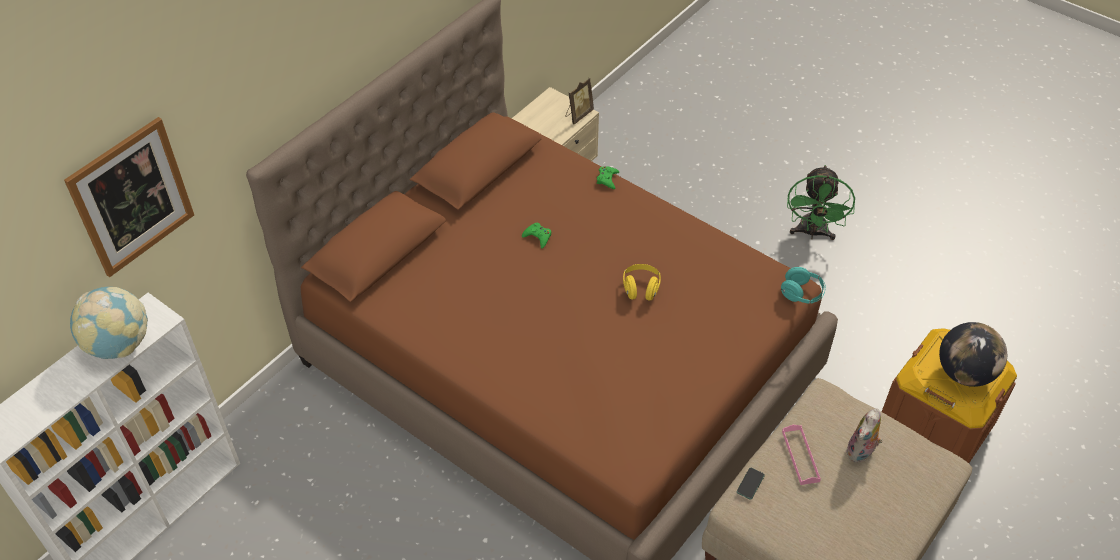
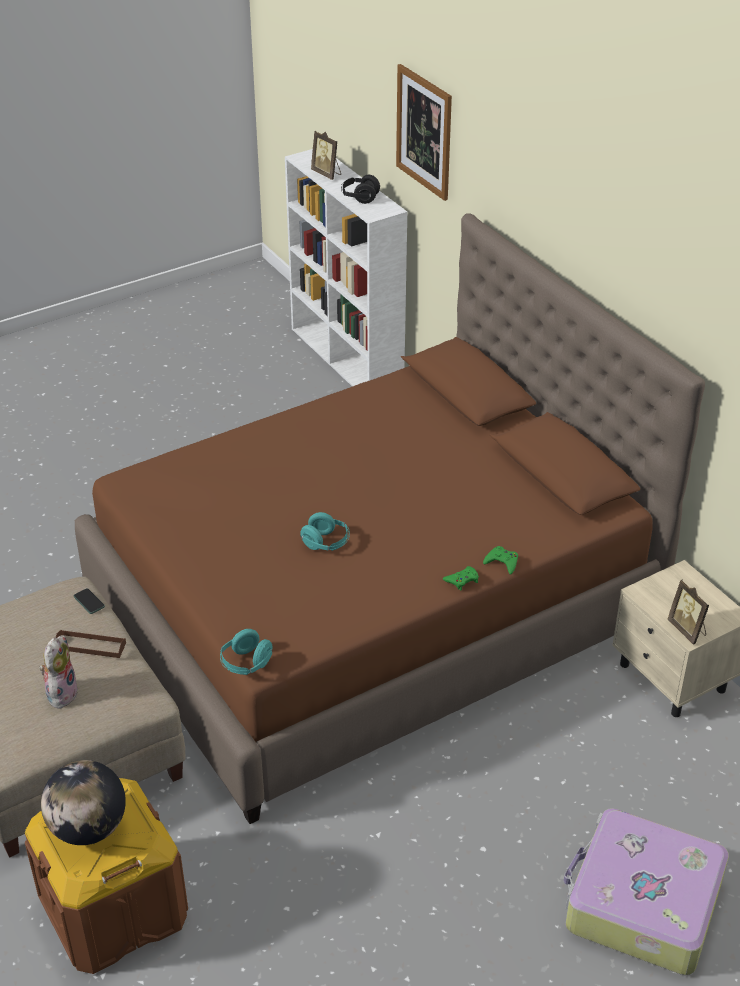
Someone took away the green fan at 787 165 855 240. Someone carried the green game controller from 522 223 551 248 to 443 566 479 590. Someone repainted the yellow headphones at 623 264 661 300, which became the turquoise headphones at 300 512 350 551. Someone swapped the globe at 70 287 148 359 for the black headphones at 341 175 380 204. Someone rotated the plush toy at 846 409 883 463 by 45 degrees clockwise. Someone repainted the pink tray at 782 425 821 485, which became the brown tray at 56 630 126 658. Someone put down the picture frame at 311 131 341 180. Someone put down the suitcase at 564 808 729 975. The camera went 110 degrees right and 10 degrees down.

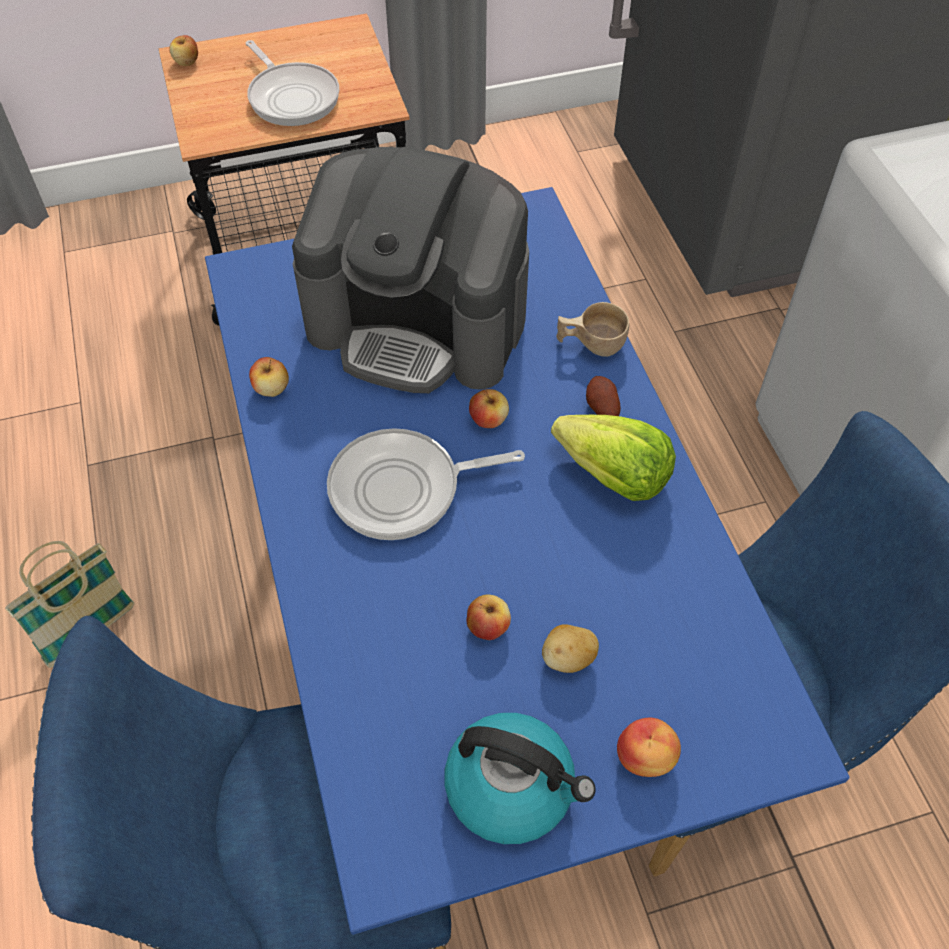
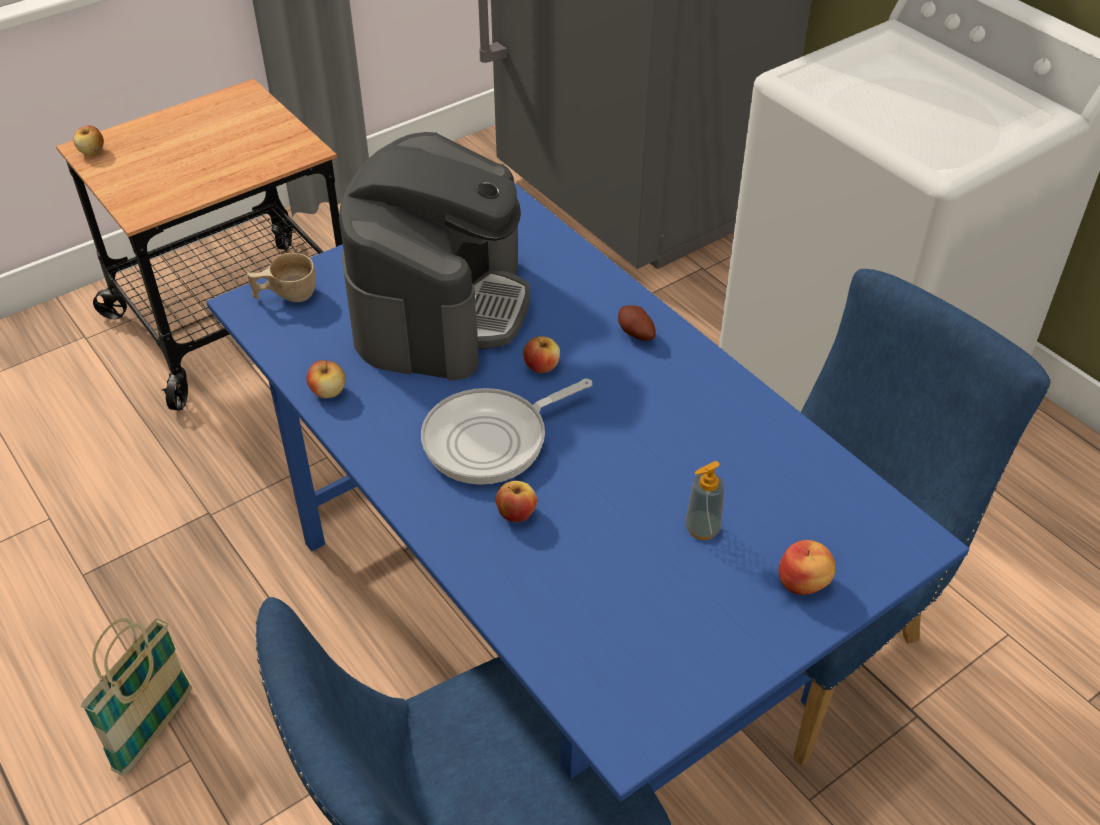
Someone took away the frying pan at 246 40 340 126. Someone rotated the coffee machine at 292 147 529 393 by 75 degrees counterclockwise. Someone carried the beige cup from 556 302 629 357 to 247 253 316 302. Someone took away the lettuce at 551 415 676 501. Someone carried the apple from 467 595 511 640 to 496 481 537 522. Someone swapped the potato at 542 624 599 673 for the soap dispenser at 685 461 724 540. Someone took away the kettle at 445 713 595 844. The camera went 20 degrees left and 10 degrees down.

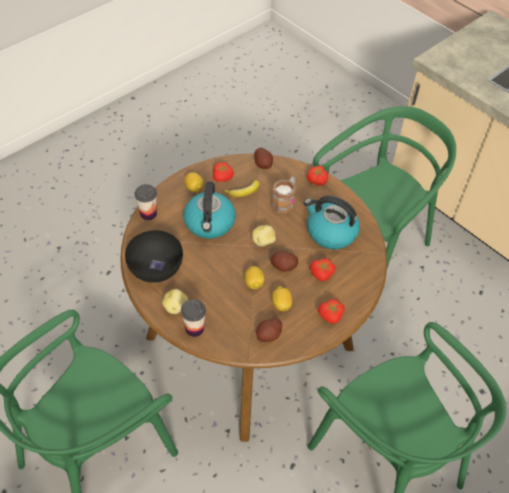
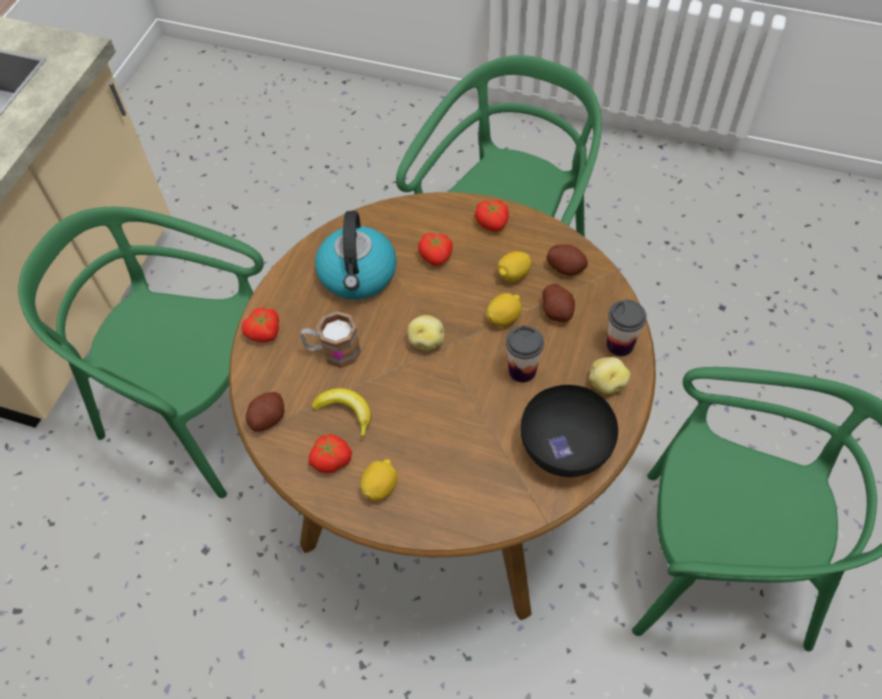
Someone took away the kettle at 183 182 236 239. Someone carried the cup from 134 184 157 220 to 506 326 544 382. Someone carried the potato from 270 251 298 271 to 542 284 575 322. The camera went 115 degrees left and 5 degrees up.

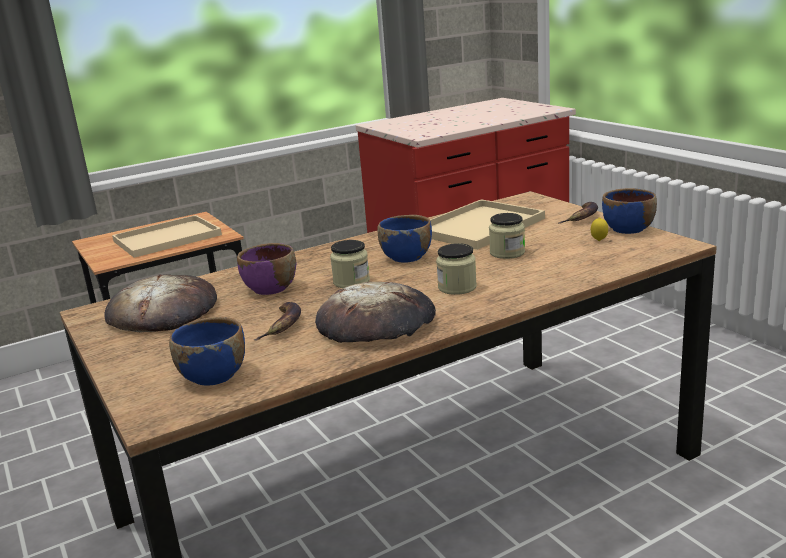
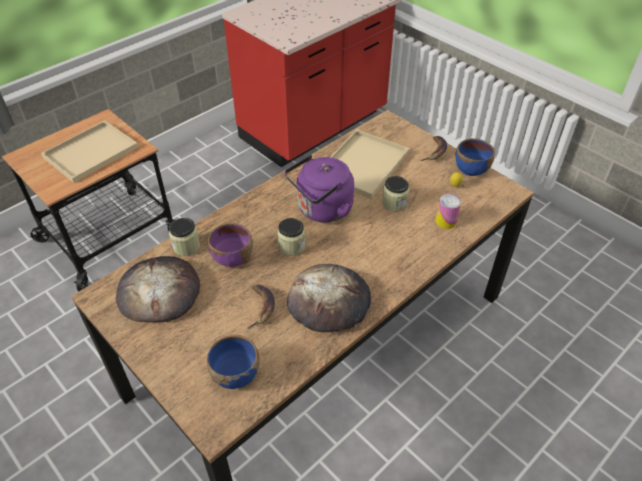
Someone swapped the blue bowl at 377 215 432 263 for the purple kettle at 285 155 354 223. Someone carried the jar from 436 243 477 295 to 169 218 200 256. Someone put down the can at 436 194 461 229. The camera went 15 degrees left and 25 degrees up.

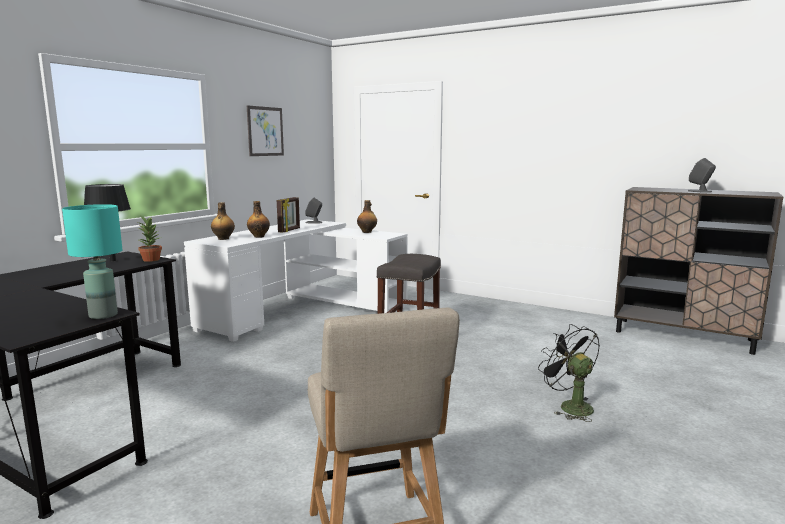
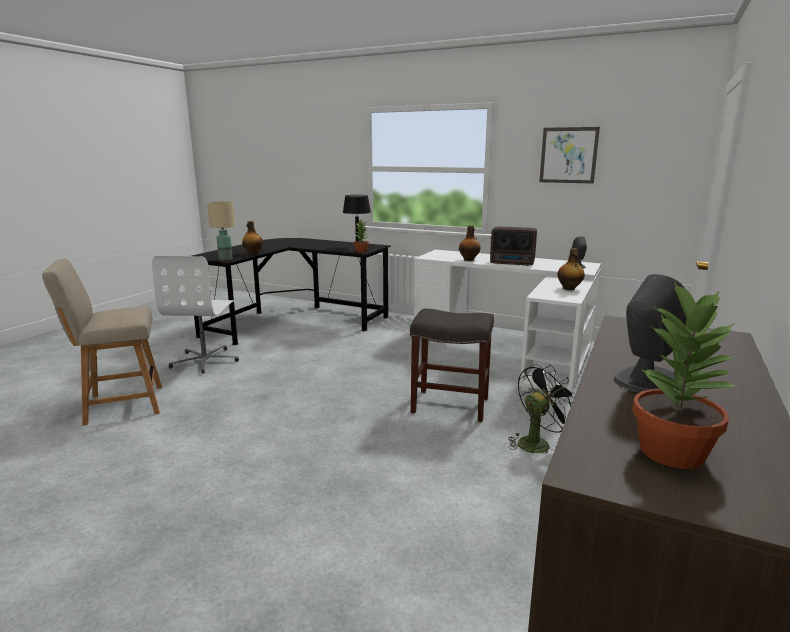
Someone swapped the picture frame at 277 197 300 233 for the radio at 490 227 537 266. Someone carried the bottle from 211 203 235 240 to 242 221 263 254. Someone repainted the turquoise table lamp at 62 204 122 319, which became the beige table lamp at 207 201 235 261. Someone carried the black fan from 538 324 600 422 to 508 364 574 453. Someone put down the white office chair at 152 256 239 374. Someone put down the potted plant at 632 281 739 469. The camera went 85 degrees right and 5 degrees up.

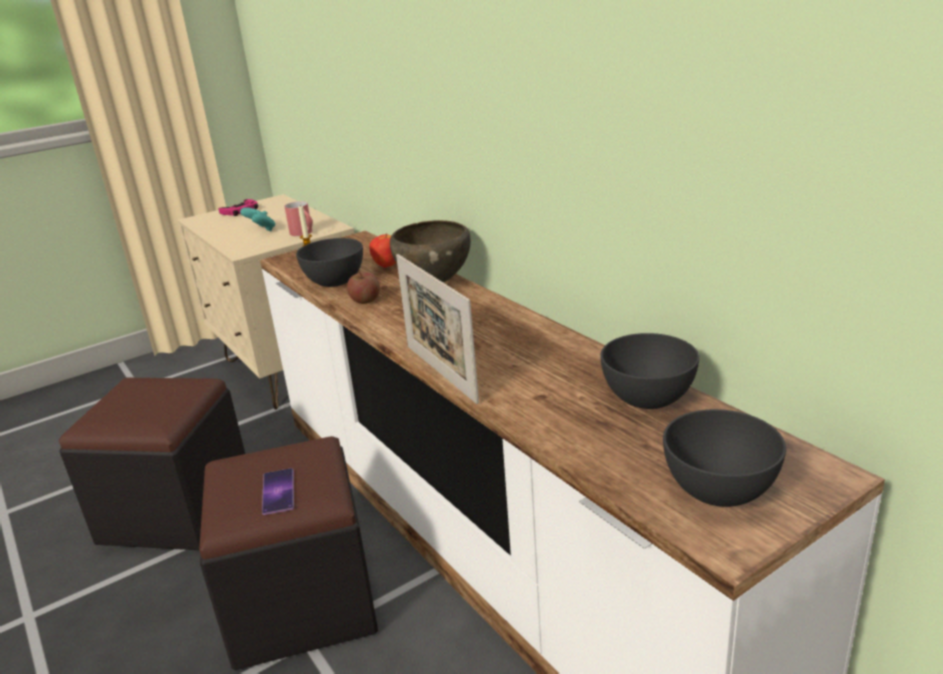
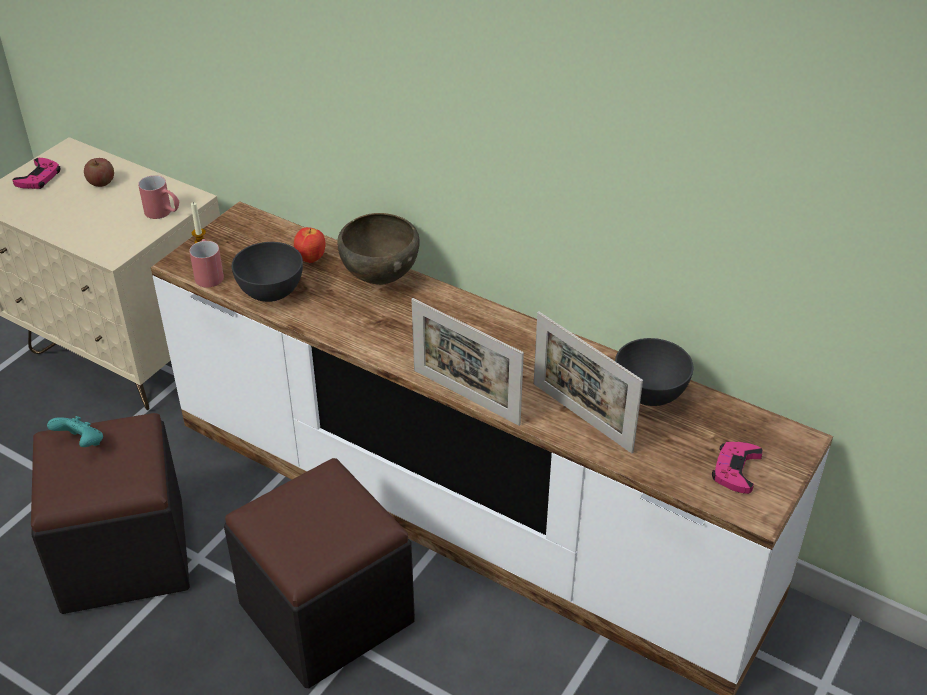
Someone carried the turquoise game controller from 240 207 276 231 to 47 416 103 447. Someone carried the apple from 347 272 380 304 to 84 158 114 187. Someone swapped the grey bowl at 663 409 786 507 for the pink game controller at 712 442 763 494. Someone took away the phone at 262 468 294 515. Someone put down the red mug at 189 239 224 287. Someone put down the picture frame at 534 311 643 453. The camera went 25 degrees left and 15 degrees up.

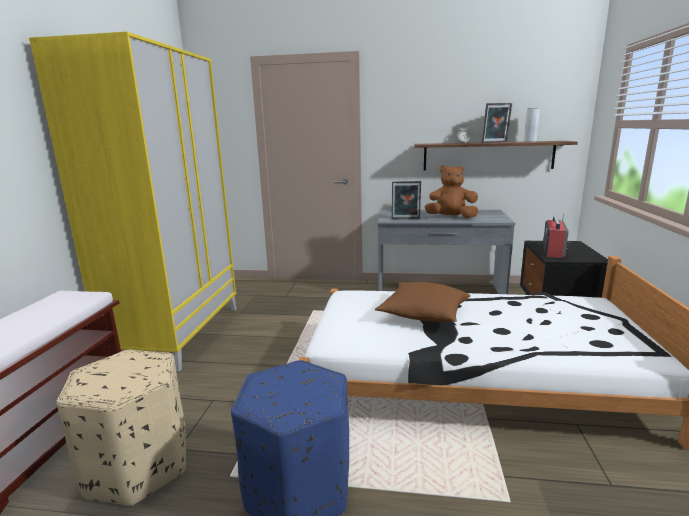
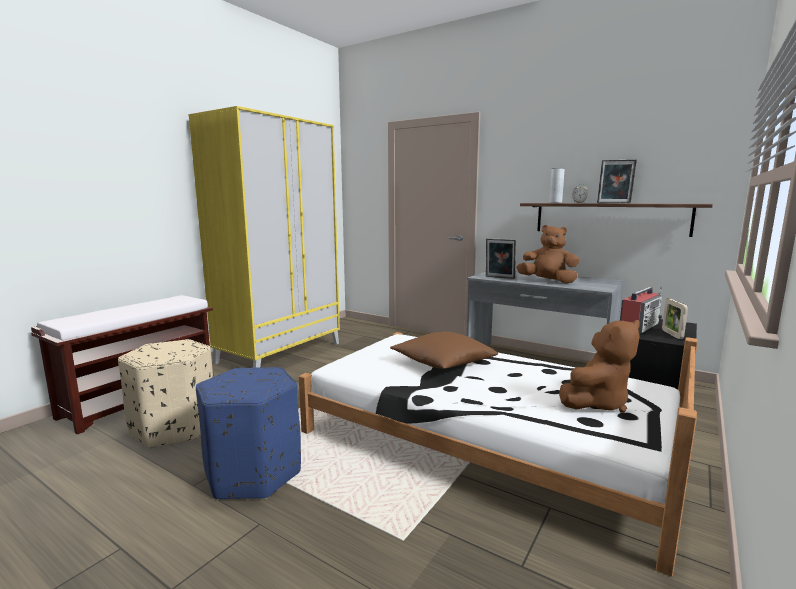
Someone carried the grey vase from 524 108 540 142 to 549 168 565 203. Someone put down the picture frame at 662 299 688 339. Someone put down the brown plush toy at 559 320 640 413. The camera went 25 degrees right and 5 degrees down.

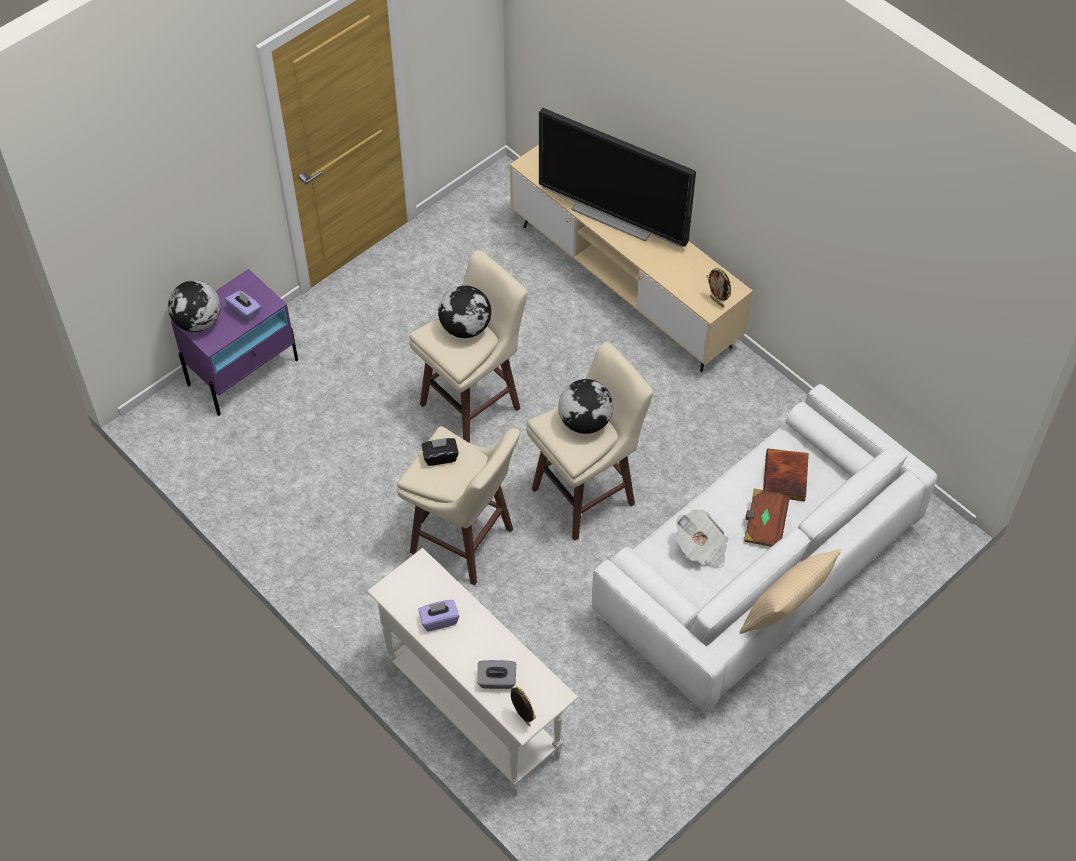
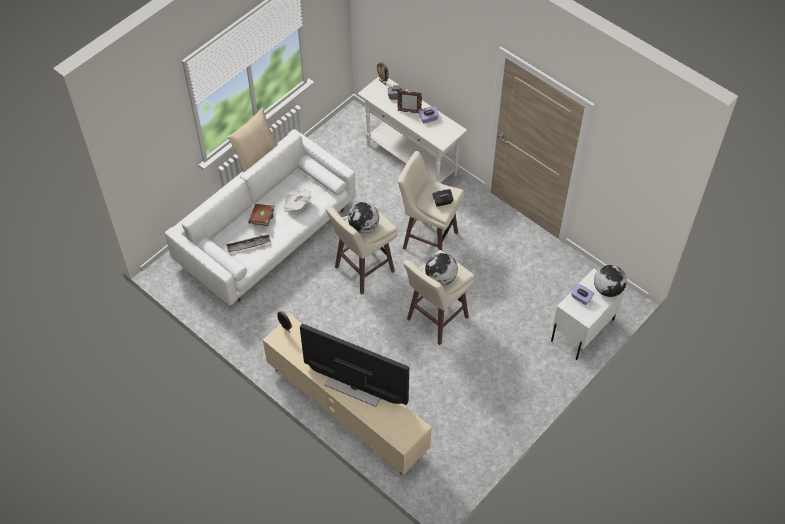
Someone repainted the purple nightstand at 171 269 298 416, which became the white nightstand at 551 268 625 360. Someone swapped the book at 763 448 809 501 for the tray at 226 234 271 252. Someone put down the picture frame at 397 90 422 113. The camera went 175 degrees right and 0 degrees up.

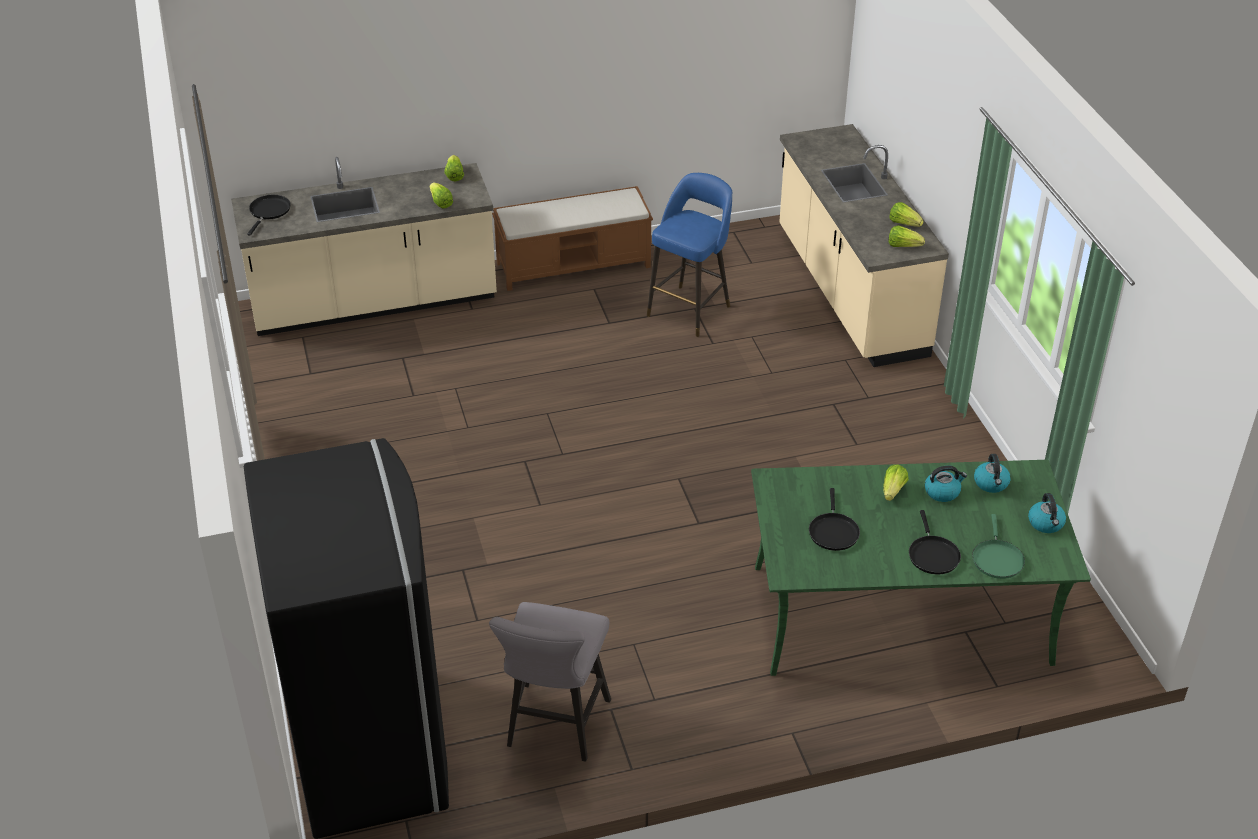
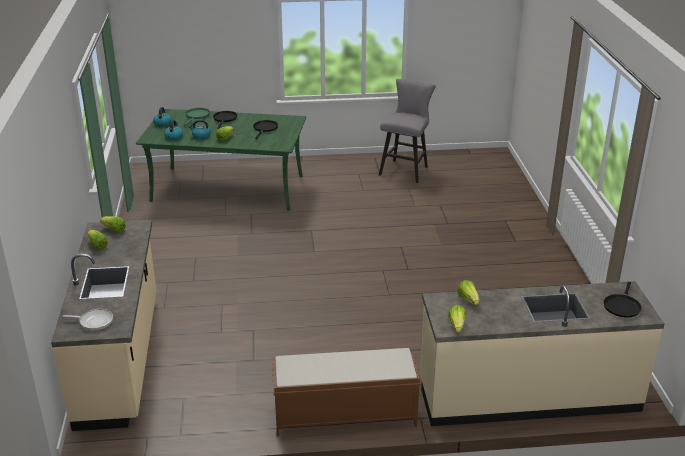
Someone took away the blue stool at 647 173 732 337. Someone took away the black fridge at 244 438 449 839. Someone put down the frying pan at 63 309 113 331. The camera went 170 degrees left and 10 degrees down.

